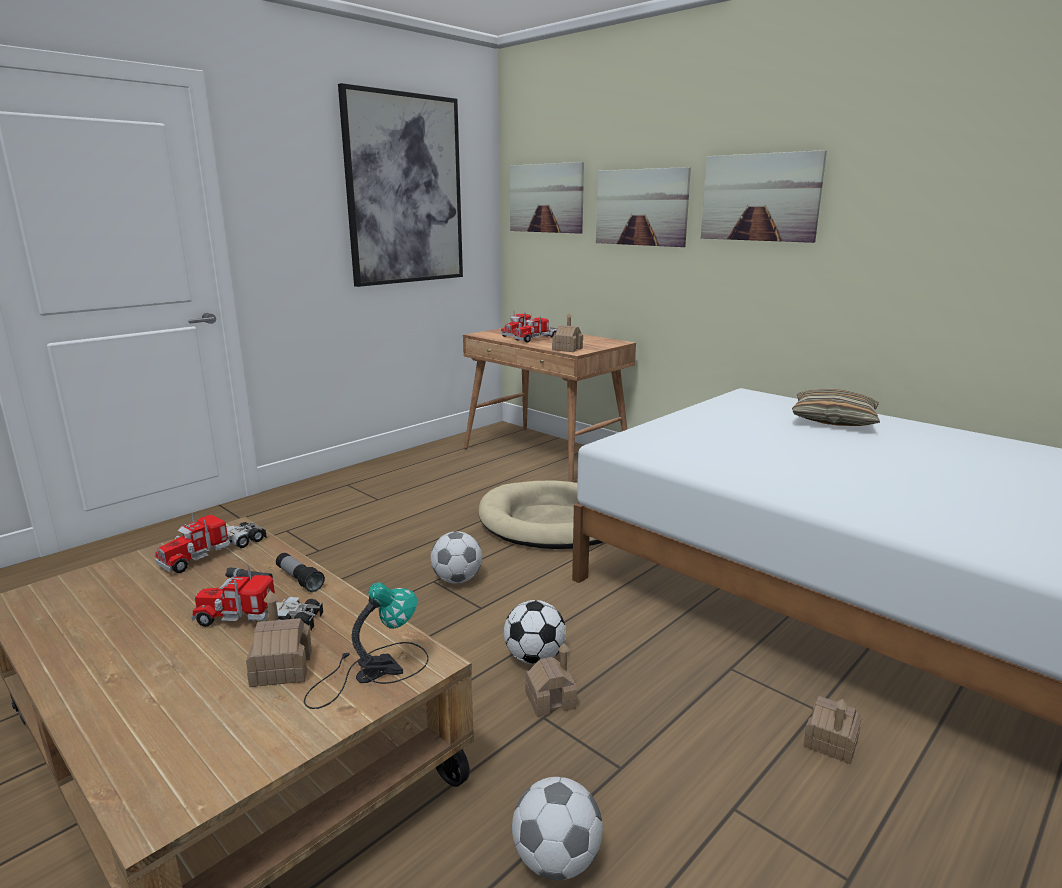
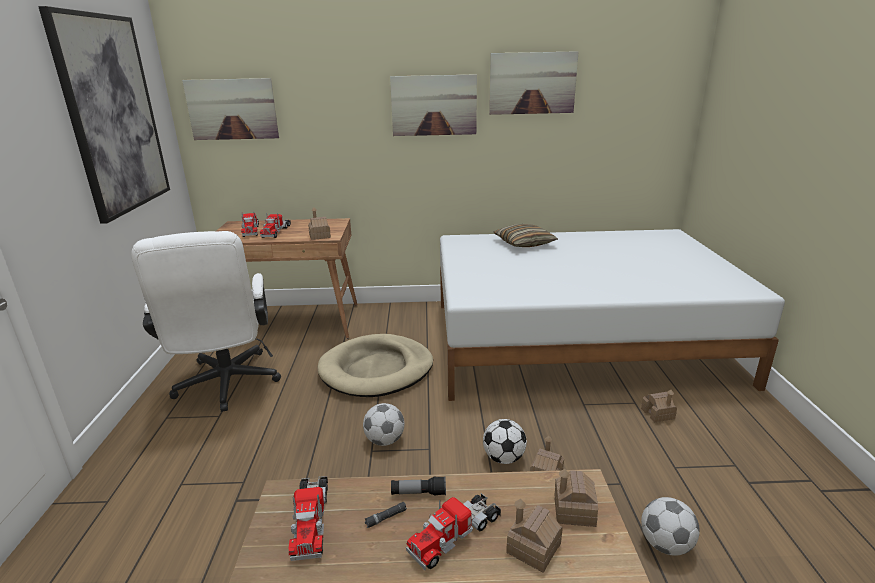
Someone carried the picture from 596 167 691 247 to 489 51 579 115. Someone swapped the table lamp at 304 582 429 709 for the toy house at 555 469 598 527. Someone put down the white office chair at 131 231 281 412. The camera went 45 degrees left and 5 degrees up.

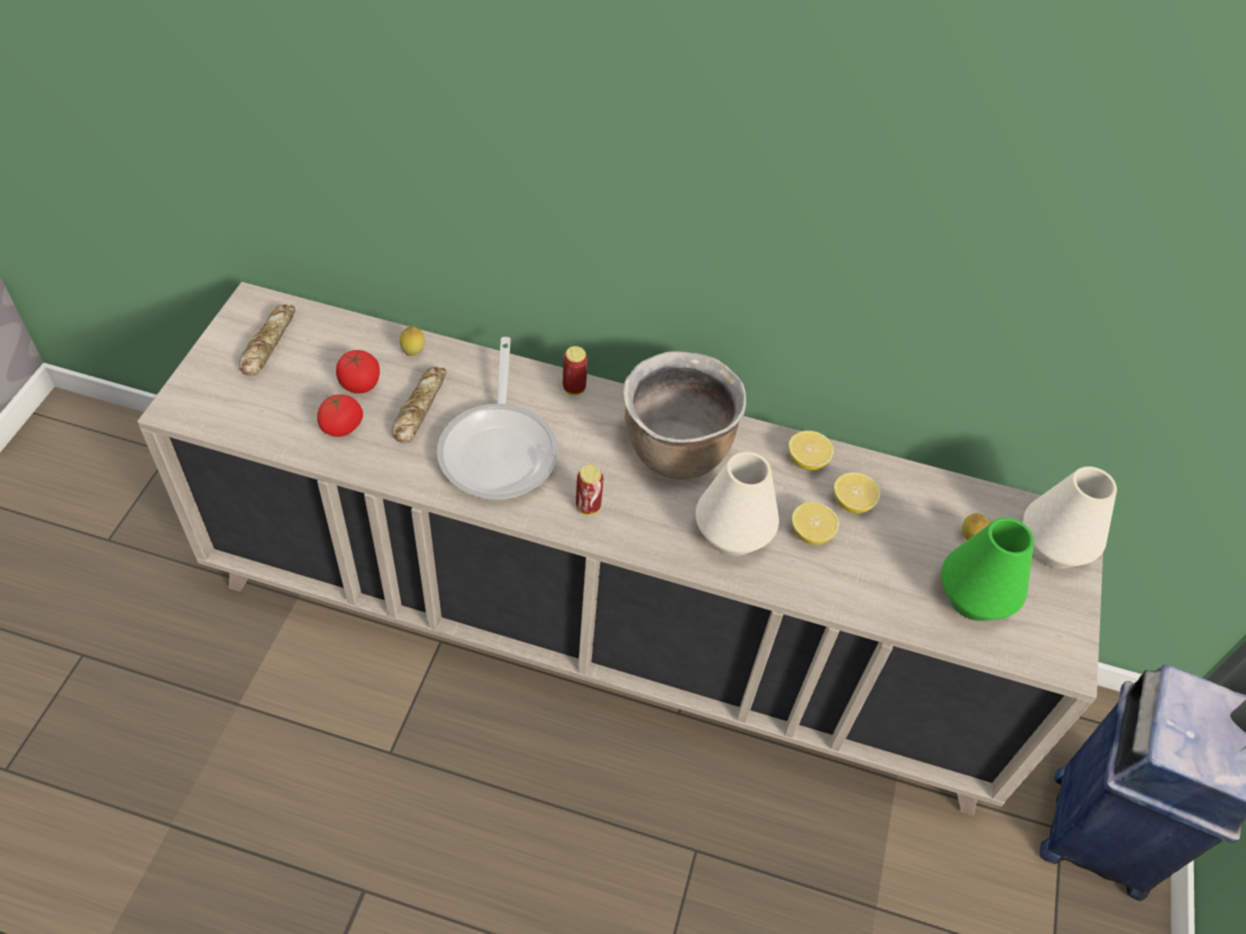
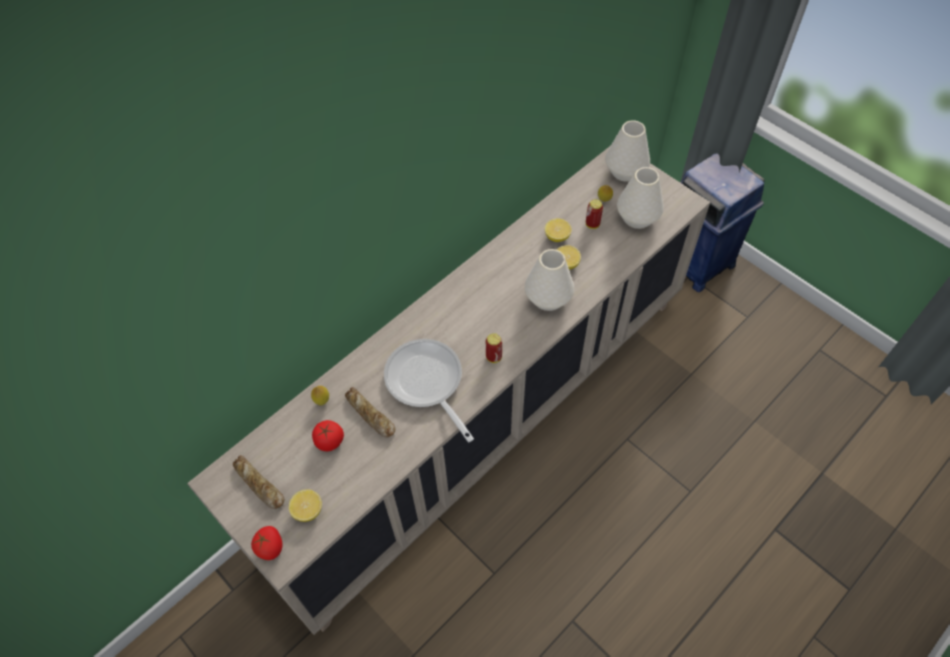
Someone rotated the frying pan at 437 337 558 500 by 150 degrees counterclockwise. Someone carried the can from 563 346 588 395 to 586 199 603 229. Someone took away the brown cooking pot at 623 351 746 480. Someone carried the tomato from 317 394 363 437 to 251 526 282 560. Someone carried the lemon from 788 431 834 470 to 289 489 322 522. Someone repainted the green vase at 941 518 1034 621, which became the white vase at 617 167 664 229. The camera went 55 degrees left and 5 degrees up.

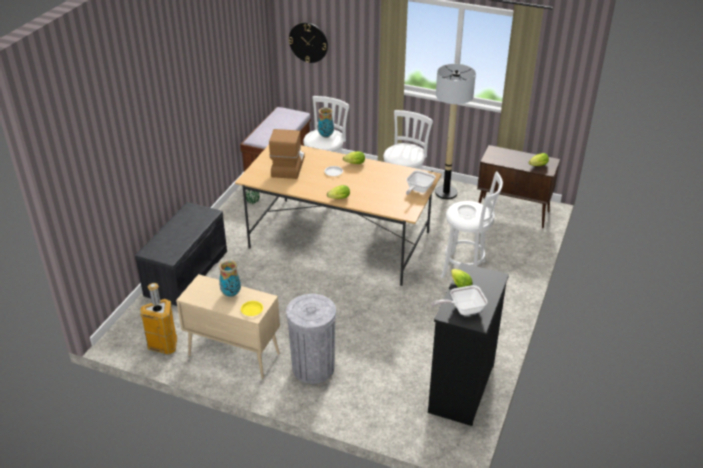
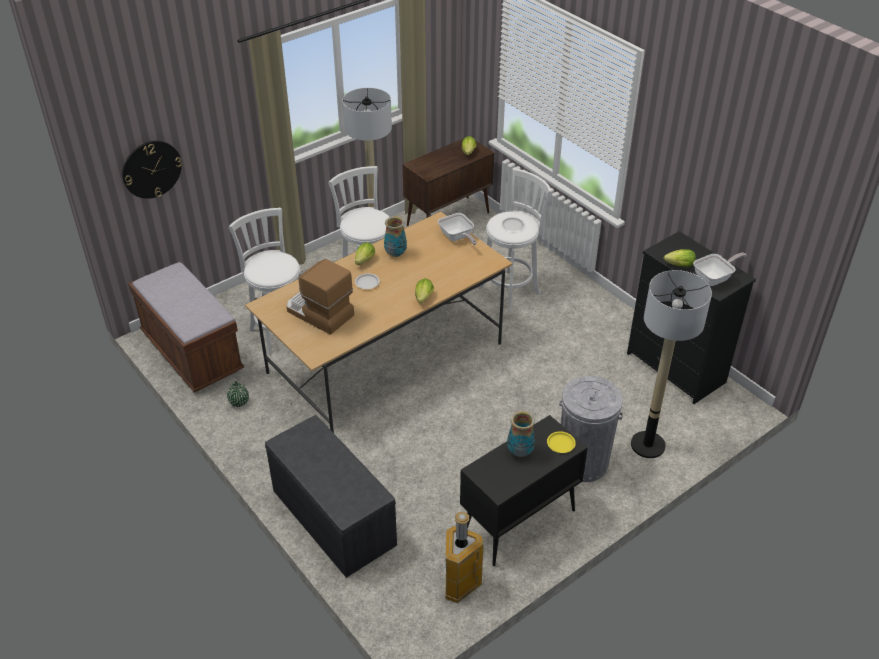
Someone carried the vase from 318 107 334 138 to 384 216 407 257. Someone repainted the beige cabinet at 176 274 280 379, which became the black cabinet at 460 415 588 566. Someone rotated the frying pan at 431 285 487 315 by 135 degrees counterclockwise. Someone put down the floor lamp at 631 270 712 458. The camera went 60 degrees left and 5 degrees up.

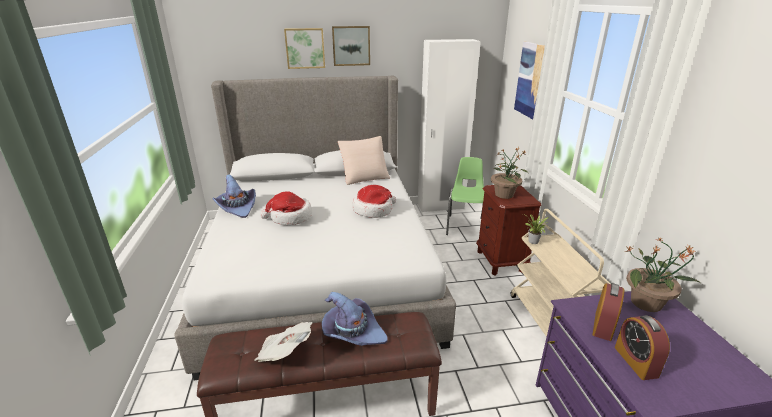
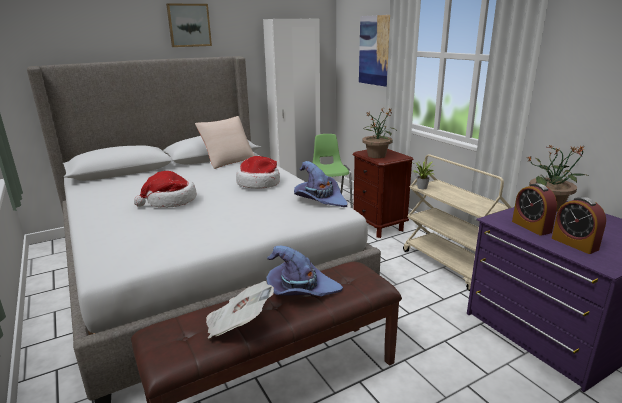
Someone took away the picture at 284 28 325 69. Someone carried the purple hat from 212 174 256 218 to 294 161 348 207. Someone rotated the alarm clock at 592 283 624 341 by 150 degrees clockwise. The camera went 20 degrees left and 5 degrees down.

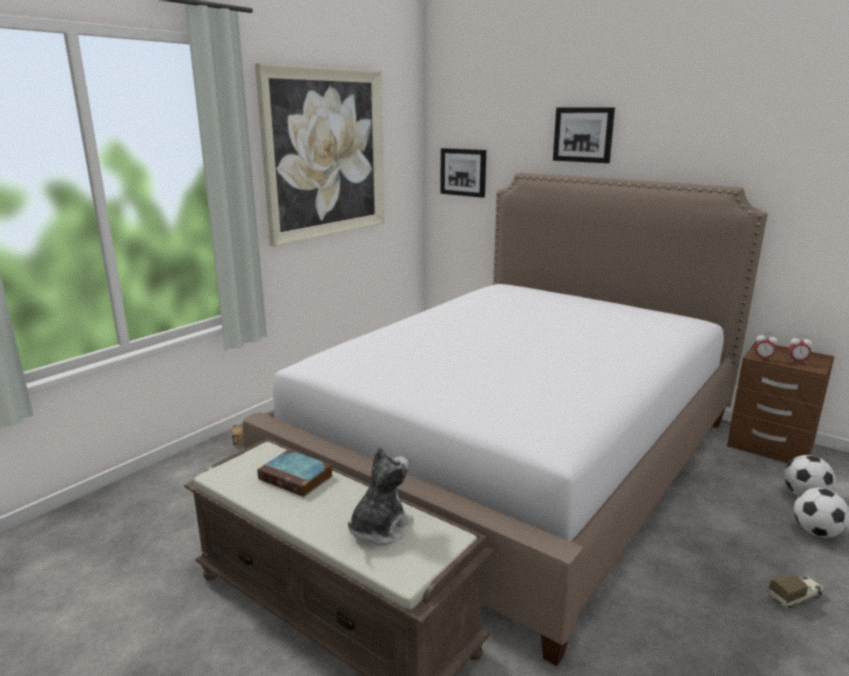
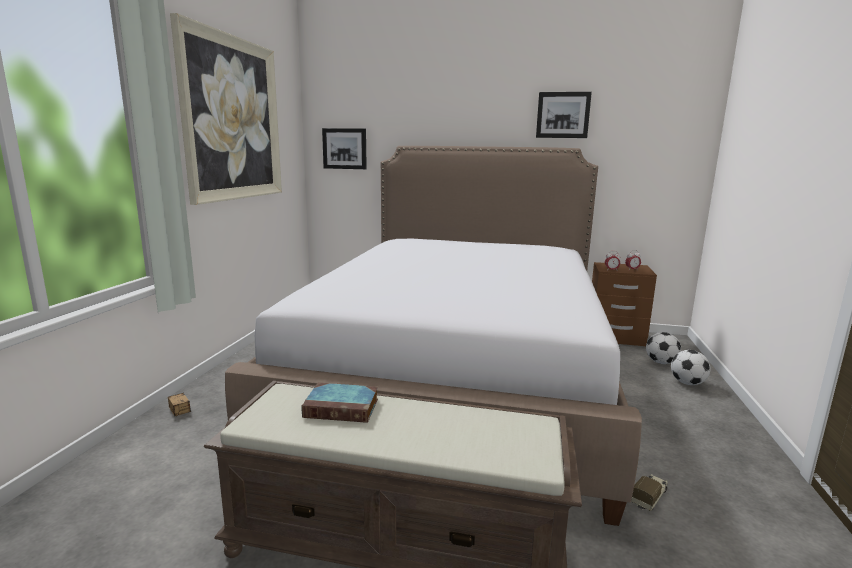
Someone carried the picture from 553 107 615 163 to 536 92 592 138. Someone took away the plush toy at 348 446 413 545. Someone carried the toy truck from 768 574 824 608 to 631 474 668 511. The camera went 25 degrees left and 5 degrees down.

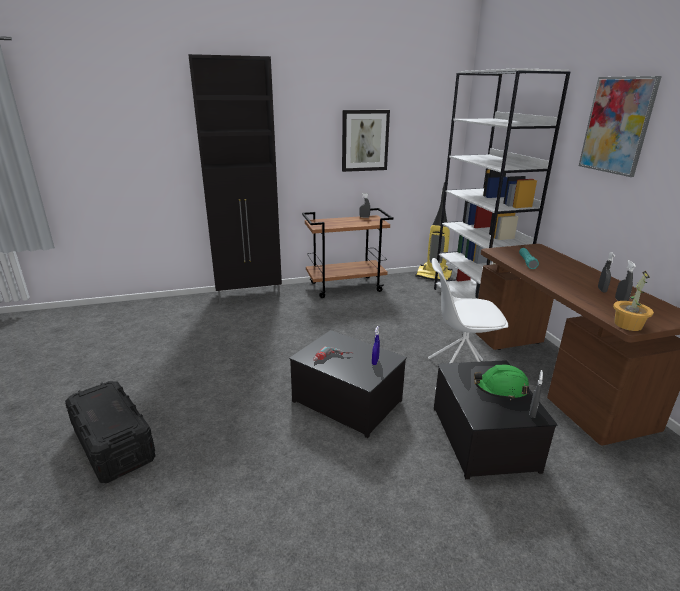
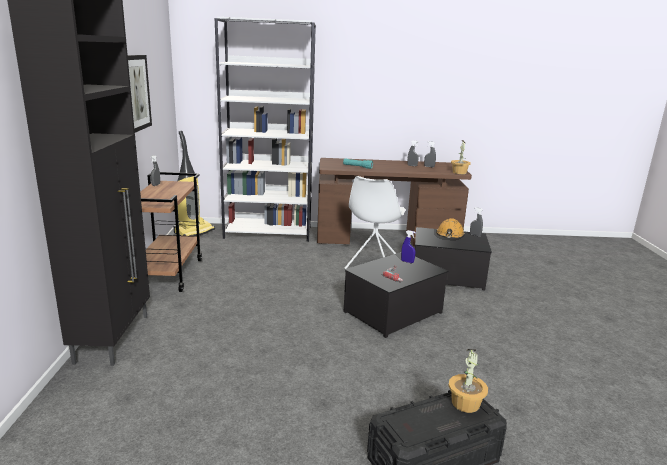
Someone took away the picture at 579 76 662 177. Someone repainted the green hard hat at 474 364 529 400, which became the orange hard hat at 436 218 465 239. Someone put down the potted plant at 448 349 488 413. The camera went 75 degrees left and 5 degrees down.

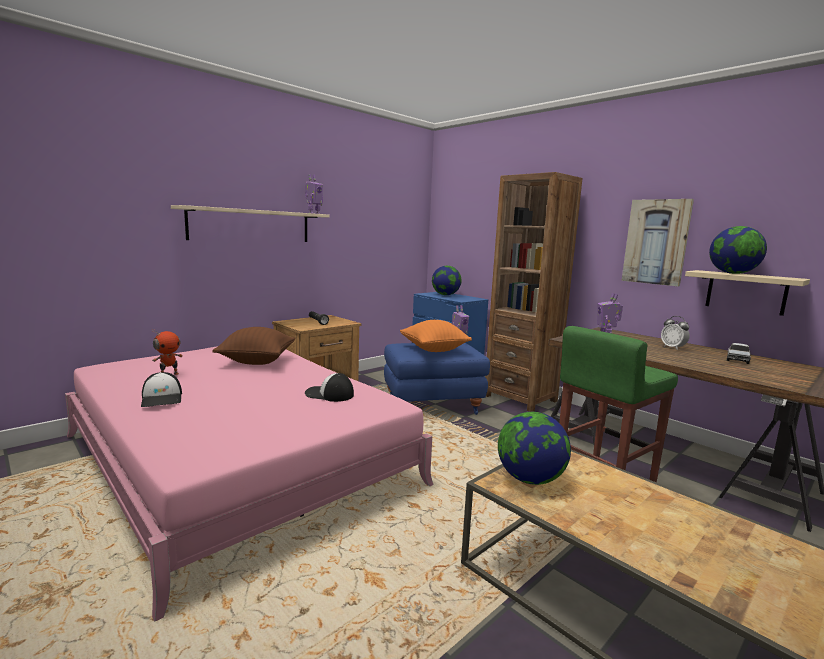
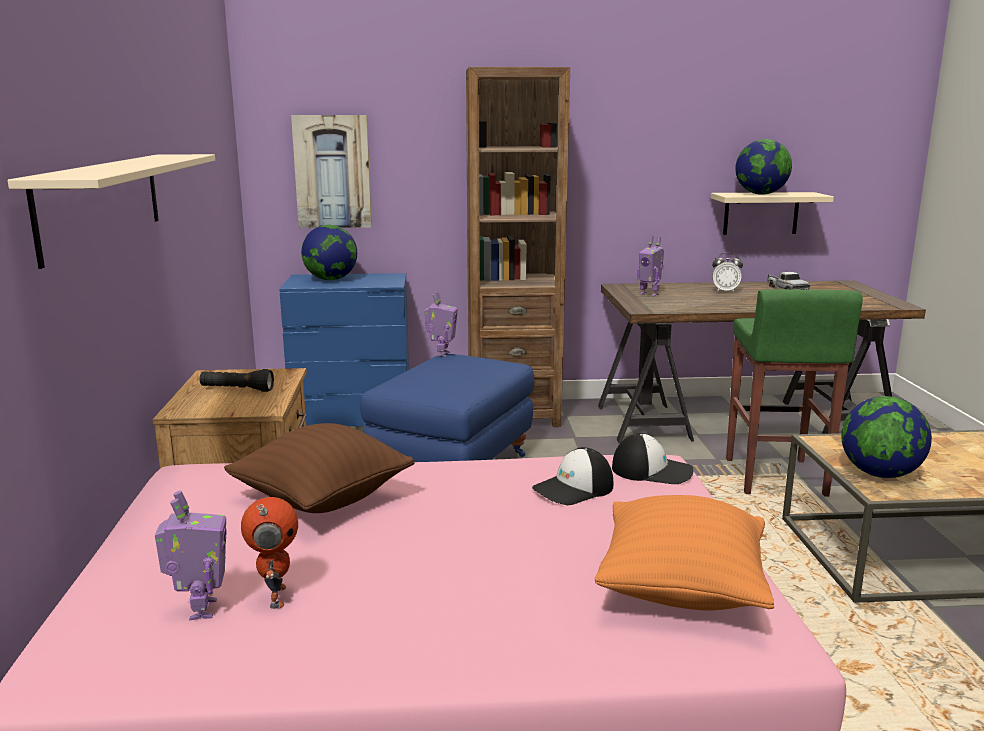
Someone carried the toy robot from 305 174 323 214 to 155 491 226 620. Someone carried the picture from 621 199 694 286 to 291 115 372 228. Someone carried the orange pillow from 400 320 472 352 to 595 495 774 611. Someone carried the cap from 141 372 182 407 to 612 433 693 484. The camera went 50 degrees left and 5 degrees up.

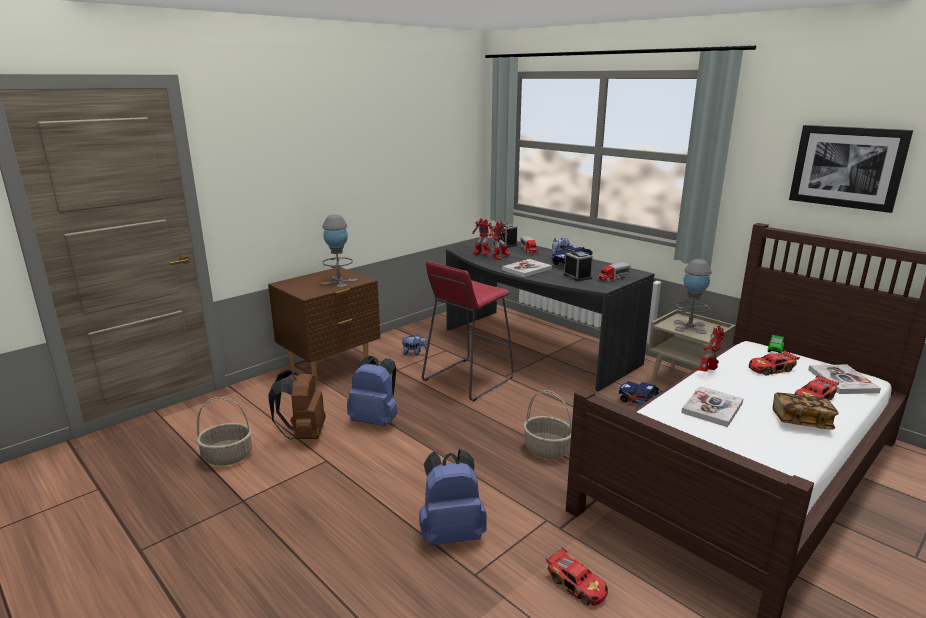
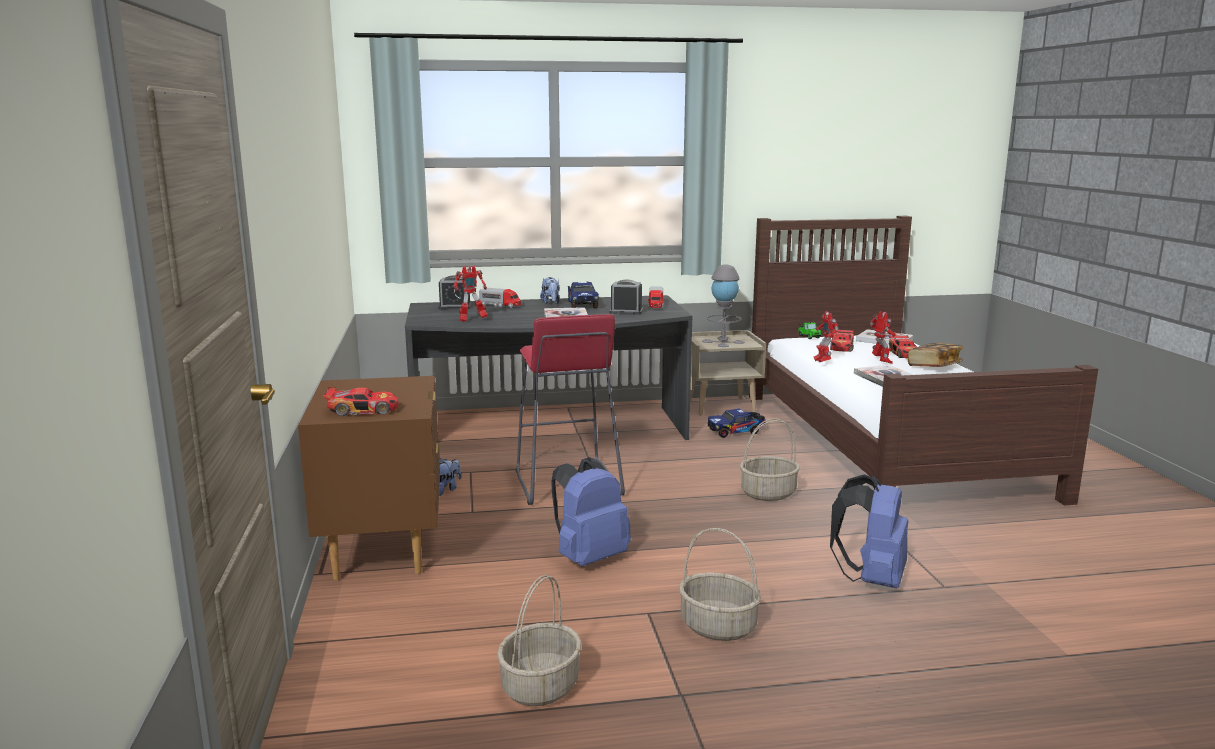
Someone took away the picture at 789 125 913 213. Someone took away the grey table lamp at 321 214 357 288. Someone carried the toy robot from 491 221 510 260 to 870 311 896 364. Someone took away the brown backpack at 268 370 326 440. Someone carried the toy car from 546 548 608 606 to 323 387 399 416. Someone put down the basket at 679 528 761 641. The camera went 55 degrees left and 5 degrees down.

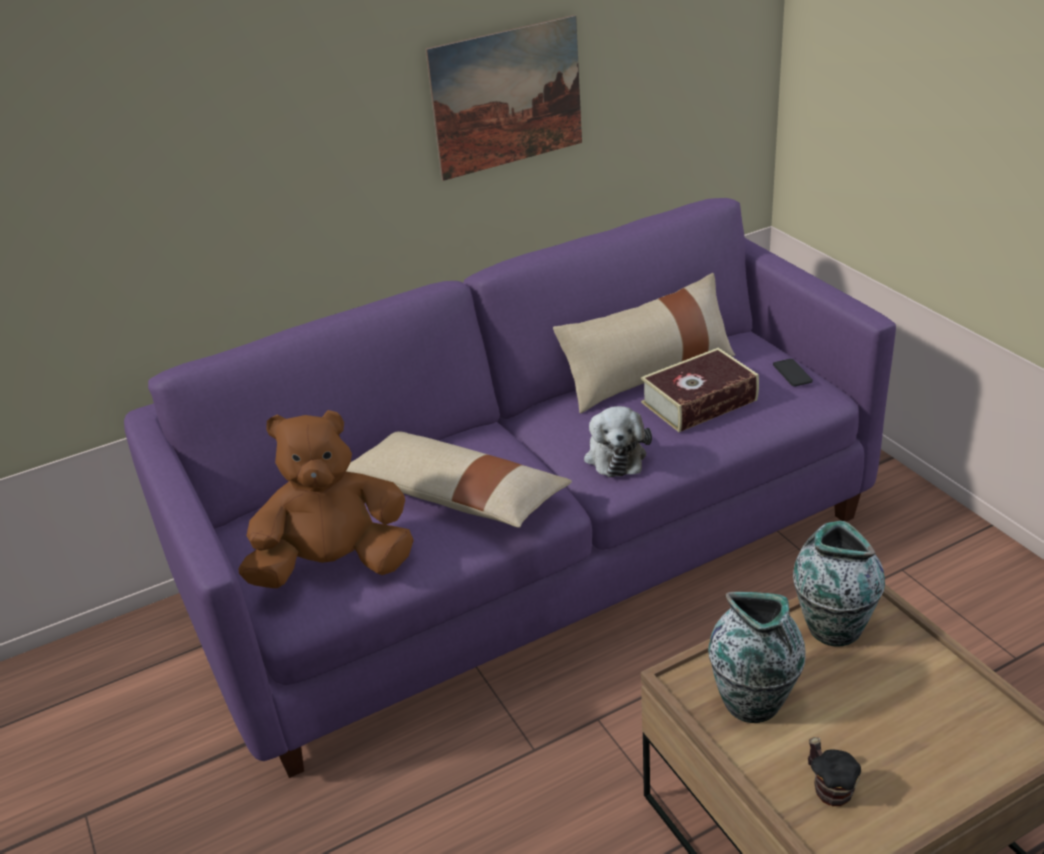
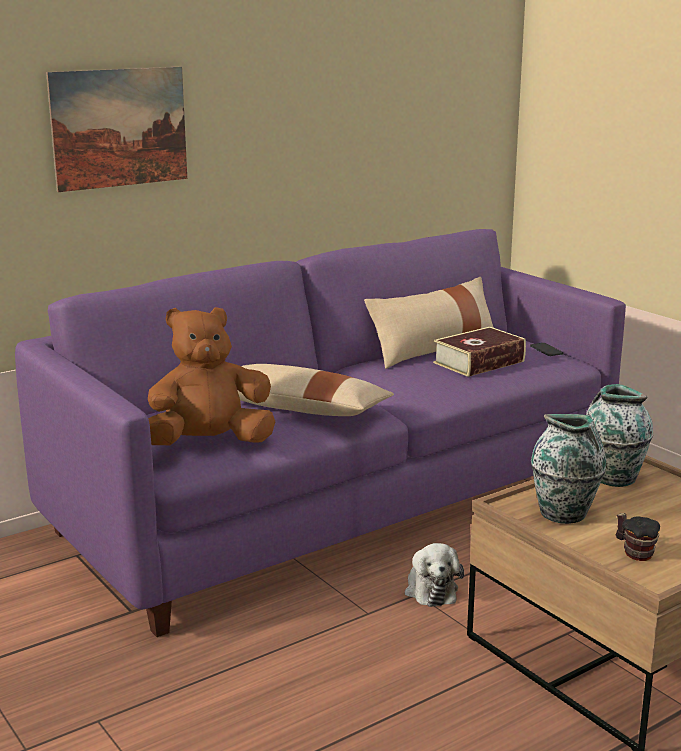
Someone carried the picture from 425 15 582 181 to 46 67 187 192. Someone carried the plush toy from 584 406 652 477 to 405 543 464 607. The camera went 10 degrees left and 15 degrees down.

